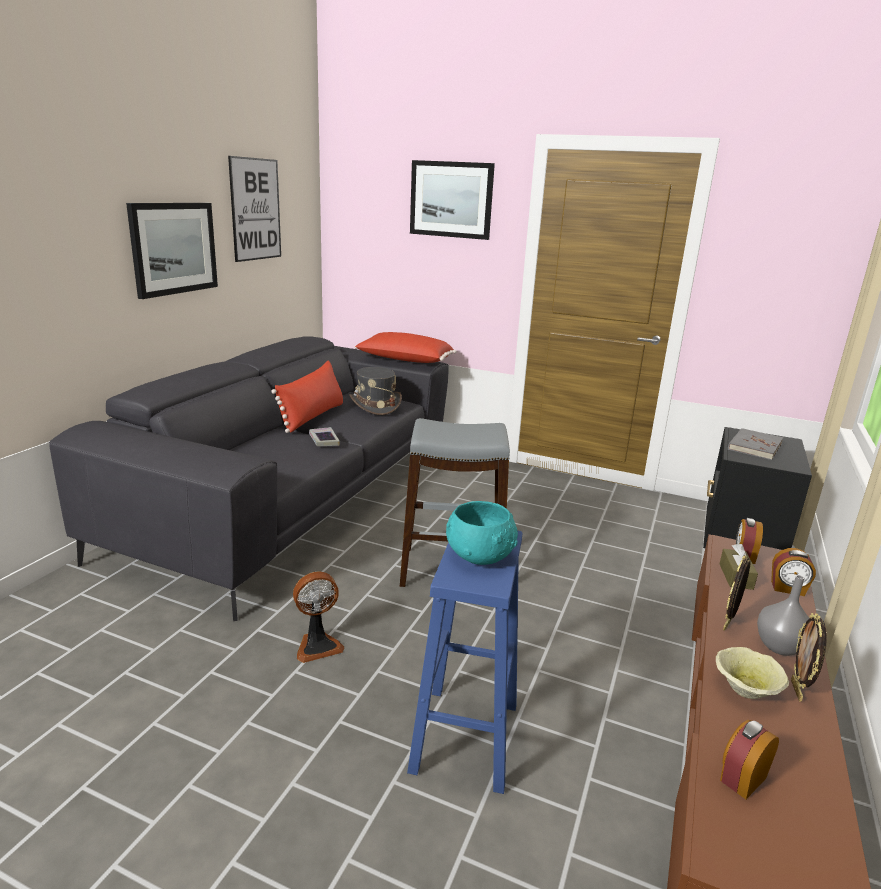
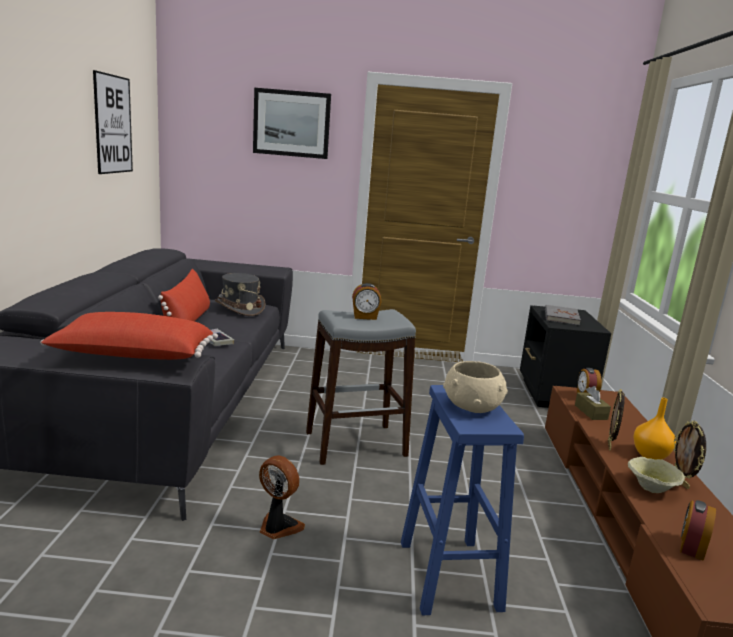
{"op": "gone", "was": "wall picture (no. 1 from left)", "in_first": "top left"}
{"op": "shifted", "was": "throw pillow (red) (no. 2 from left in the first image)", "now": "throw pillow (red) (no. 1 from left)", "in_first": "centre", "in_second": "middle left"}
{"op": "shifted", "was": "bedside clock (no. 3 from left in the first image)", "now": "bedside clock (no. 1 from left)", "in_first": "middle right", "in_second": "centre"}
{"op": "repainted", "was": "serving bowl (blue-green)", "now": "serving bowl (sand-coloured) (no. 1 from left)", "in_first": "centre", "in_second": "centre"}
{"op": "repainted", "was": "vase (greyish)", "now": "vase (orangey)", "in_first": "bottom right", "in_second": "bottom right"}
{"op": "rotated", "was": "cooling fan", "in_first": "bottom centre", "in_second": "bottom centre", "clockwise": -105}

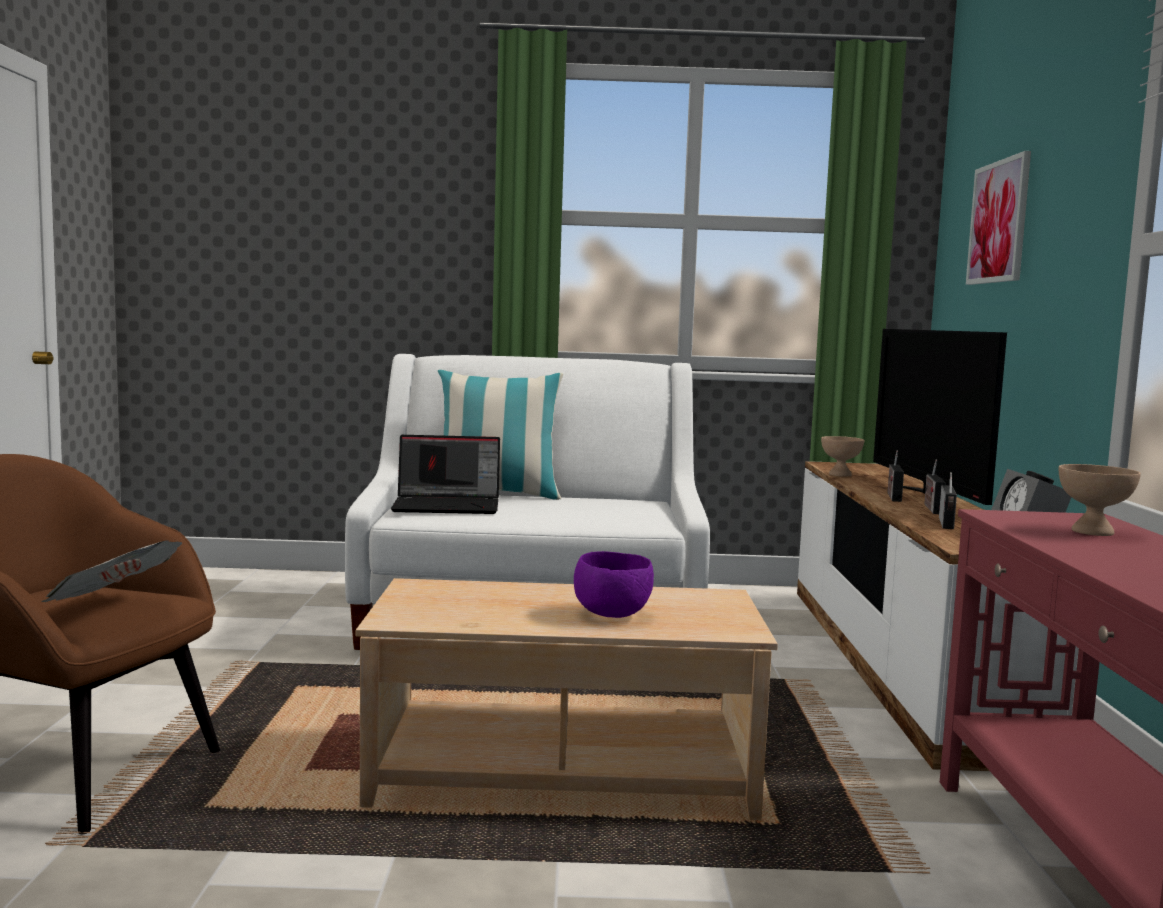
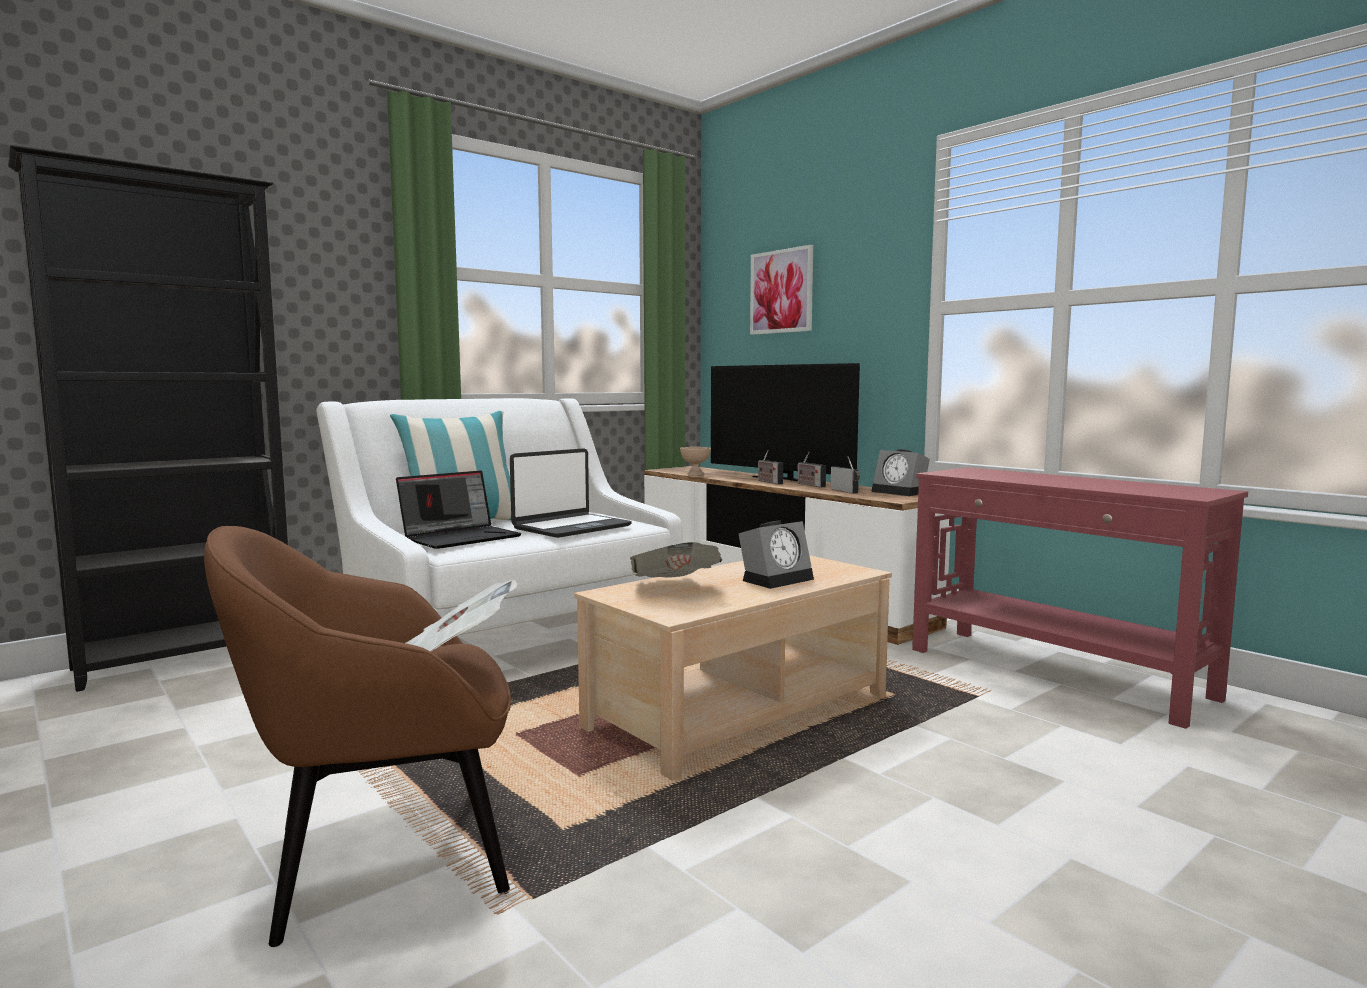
{"op": "gone", "was": "serving bowl (sand-coloured) (no. 2 from left)", "in_first": "middle right"}
{"op": "new", "now": "bookcase (blackish)", "in_second": "middle left"}
{"op": "new", "now": "notebook computer (no. 2 from left)", "in_second": "centre"}
{"op": "new", "now": "printed paper (no. 2 from left)", "in_second": "centre"}
{"op": "swapped", "was": "serving bowl (purplish)", "now": "bedside clock (no. 1 from left)", "in_first": "centre", "in_second": "centre"}

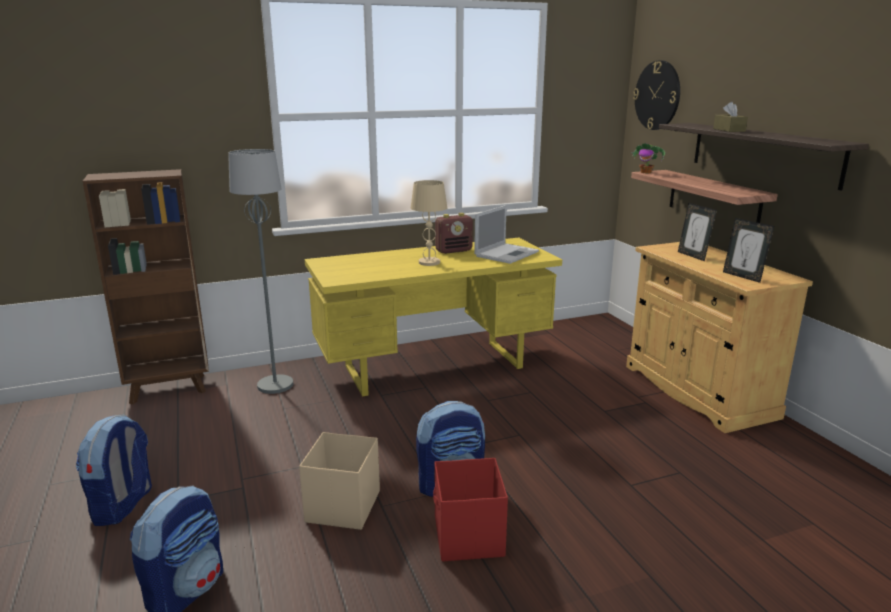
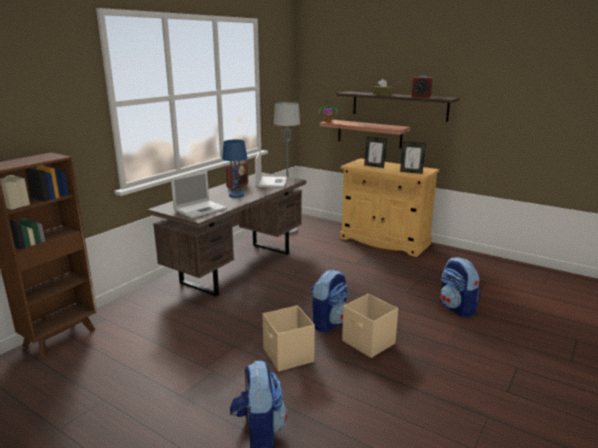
{"op": "gone", "was": "hanging clock", "in_first": "top right"}
{"op": "new", "now": "notebook computer (no. 1 from left)", "in_second": "middle left"}
{"op": "new", "now": "bedside clock", "in_second": "top right"}
{"op": "shifted", "was": "rucksack (no. 1 from left in the first image)", "now": "rucksack (no. 3 from left)", "in_first": "bottom left", "in_second": "middle right"}
{"op": "shifted", "was": "standing lamp (greyish)", "in_first": "middle left", "in_second": "centre"}
{"op": "repainted", "was": "desk (yellowish)", "now": "desk (brown-coloured)", "in_first": "centre", "in_second": "centre"}
{"op": "repainted", "was": "table lamp (sand-coloured)", "now": "table lamp (blue-coloured)", "in_first": "centre", "in_second": "centre"}
{"op": "repainted", "was": "storage bin (red)", "now": "storage bin (sand-coloured) (no. 2 from left)", "in_first": "bottom centre", "in_second": "bottom centre"}

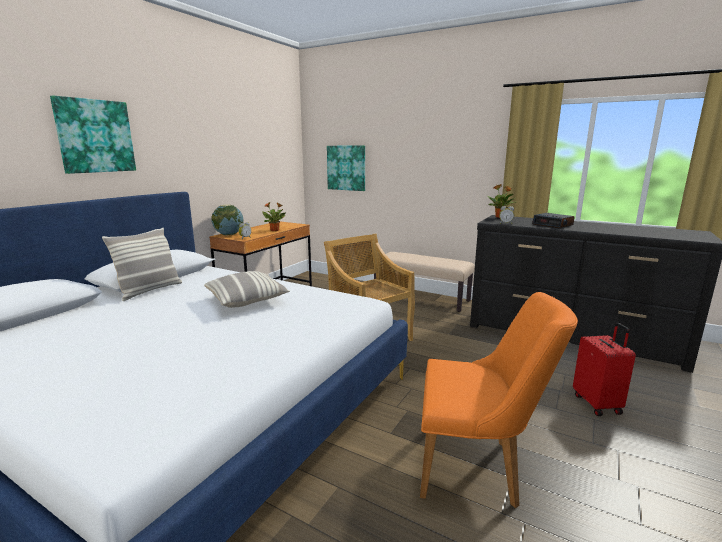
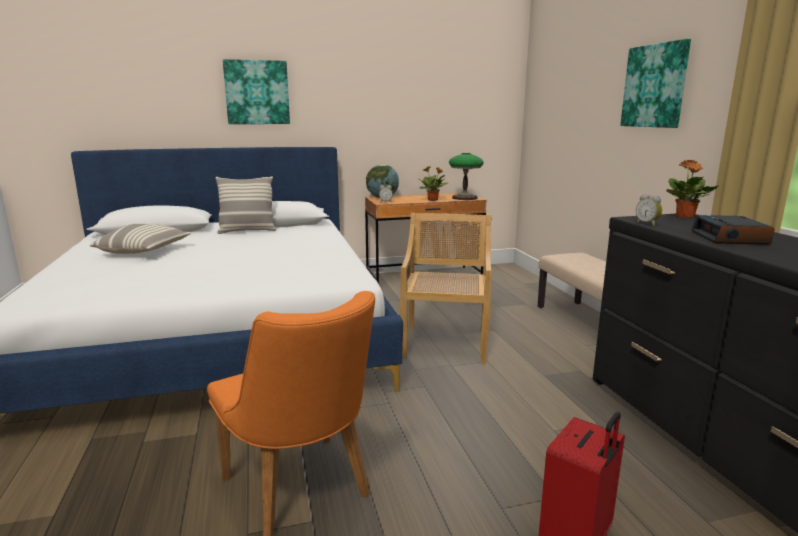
{"op": "new", "now": "table lamp", "in_second": "top centre"}
{"op": "shifted", "was": "throw pillow (no. 2 from left in the first image)", "now": "throw pillow (no. 1 from left)", "in_first": "centre", "in_second": "middle left"}
{"op": "shifted", "was": "wall picture (no. 2 from left)", "in_first": "top centre", "in_second": "top right"}

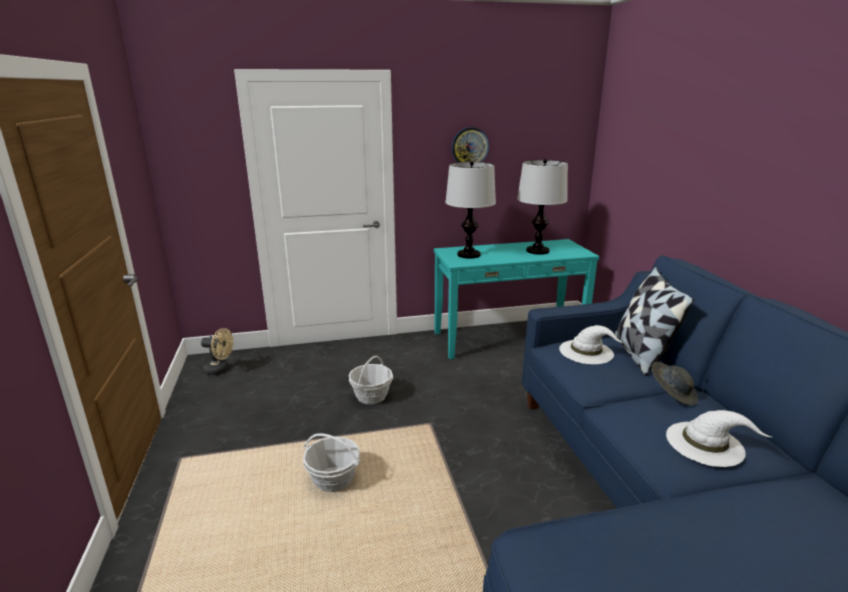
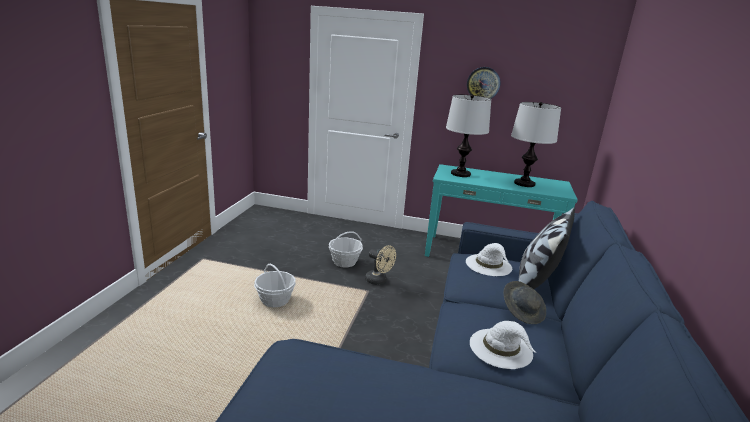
{"op": "shifted", "was": "cooling fan (sand-coloured)", "in_first": "middle left", "in_second": "centre"}

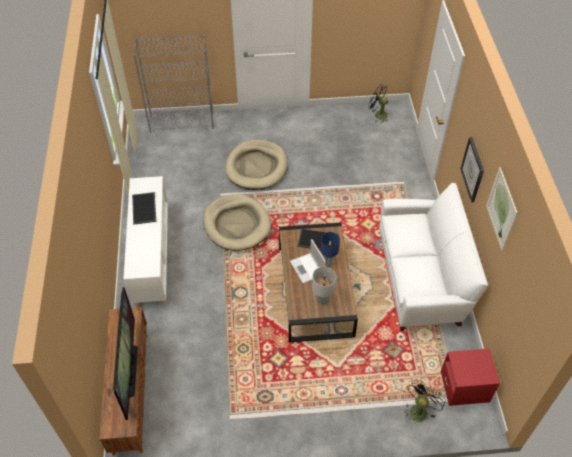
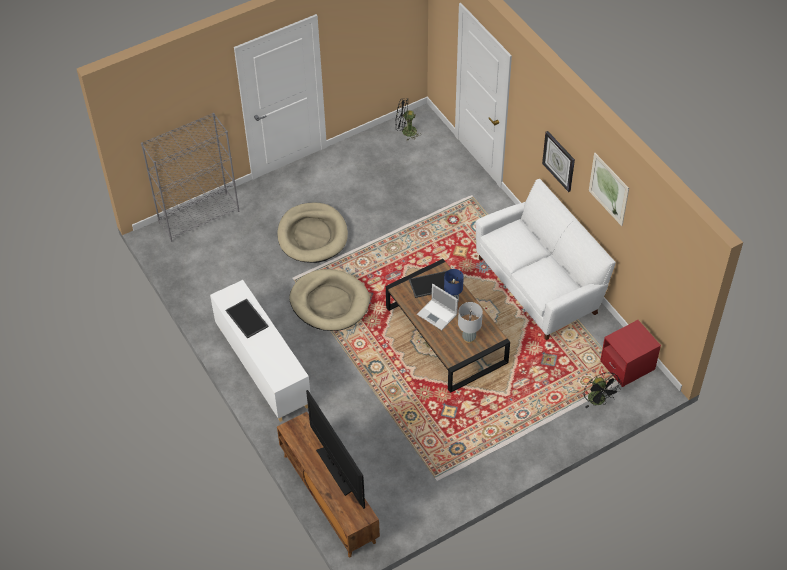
{"op": "rotated", "was": "cooling fan (blackish) (no. 2 from left)", "in_first": "bottom right", "in_second": "bottom right", "clockwise": 150}

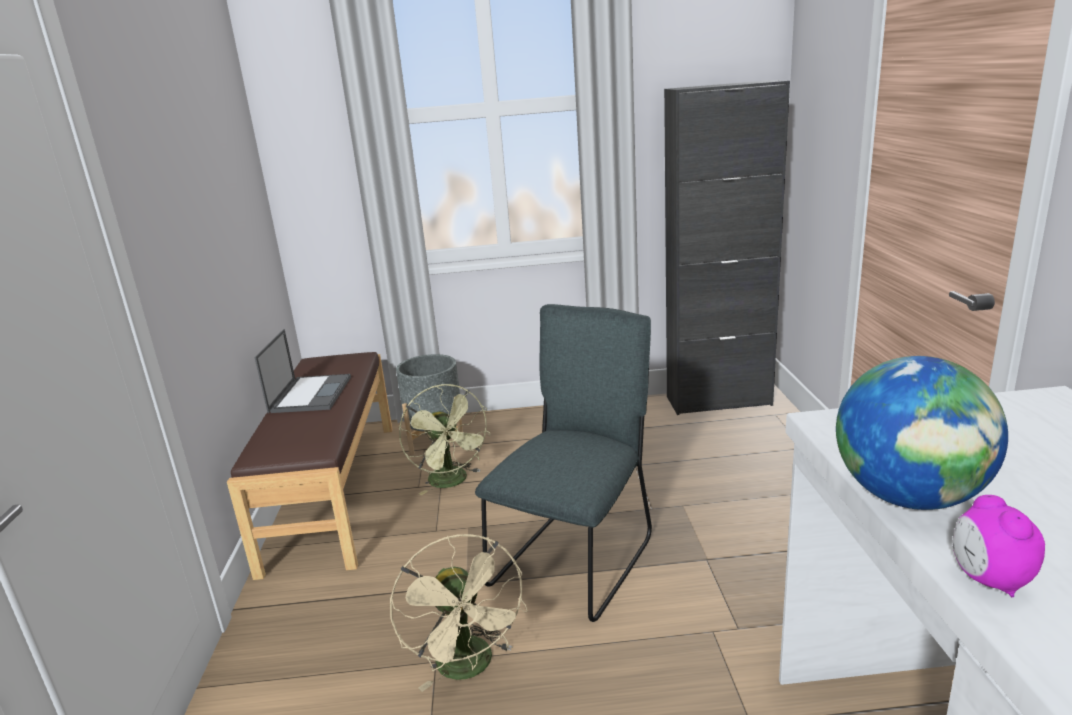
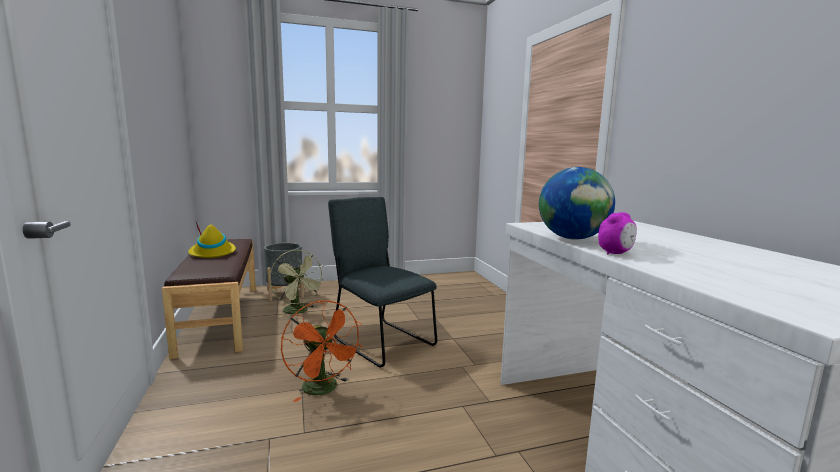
{"op": "gone", "was": "cabinet (blackish)", "in_first": "middle right"}
{"op": "swapped", "was": "notebook computer", "now": "clothing hat (yellowish)", "in_first": "middle left", "in_second": "middle left"}
{"op": "repainted", "was": "cooling fan (sand-coloured)", "now": "cooling fan (orangey)", "in_first": "bottom centre", "in_second": "bottom centre"}
{"op": "rotated", "was": "plain chair (greyish)", "in_first": "centre", "in_second": "centre", "clockwise": -60}
{"op": "rotated", "was": "bedside clock", "in_first": "bottom right", "in_second": "middle right", "clockwise": -105}

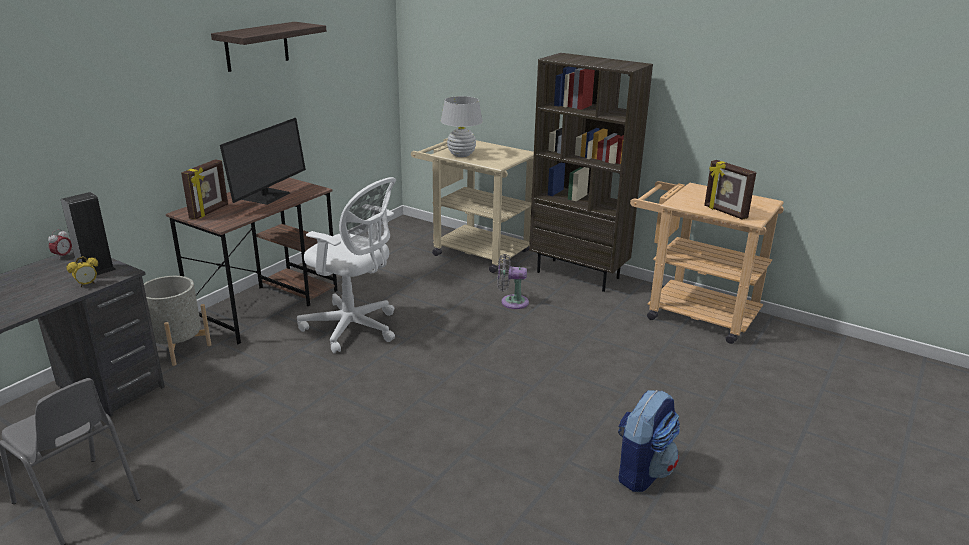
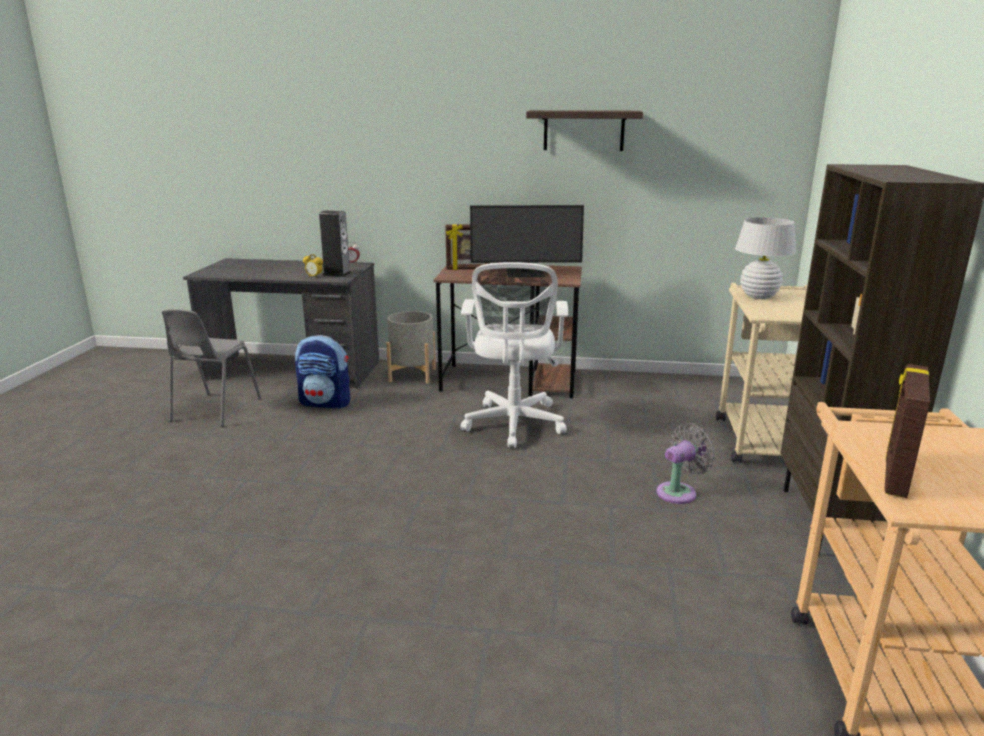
{"op": "shifted", "was": "rucksack", "in_first": "bottom right", "in_second": "middle left"}
{"op": "rotated", "was": "cooling fan (greyish)", "in_first": "centre", "in_second": "middle right", "clockwise": 75}

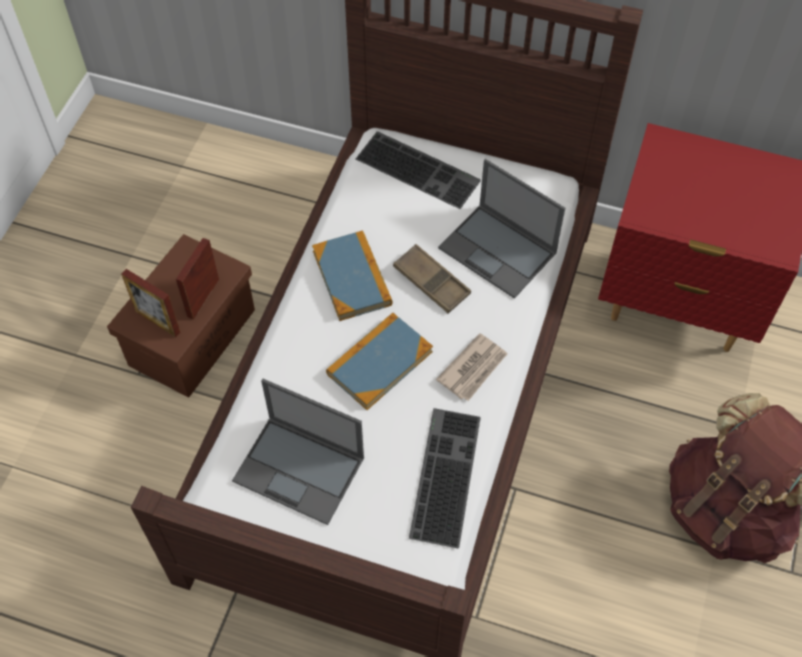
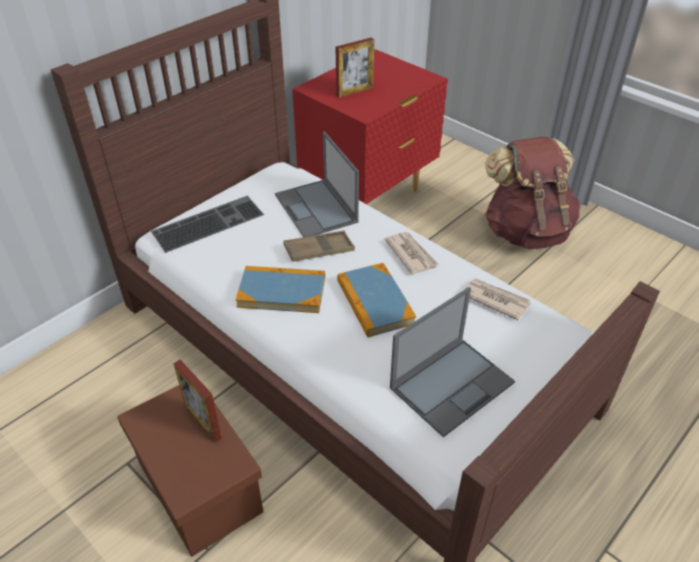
{"op": "shifted", "was": "photo frame (no. 1 from left in the first image)", "now": "photo frame (no. 2 from left)", "in_first": "middle left", "in_second": "top centre"}
{"op": "swapped", "was": "keyboard (no. 2 from left)", "now": "printed paper (no. 2 from left)", "in_first": "bottom centre", "in_second": "middle right"}
{"op": "rotated", "was": "notebook computer (no. 2 from left in the first image)", "in_first": "centre", "in_second": "top centre", "clockwise": 90}

